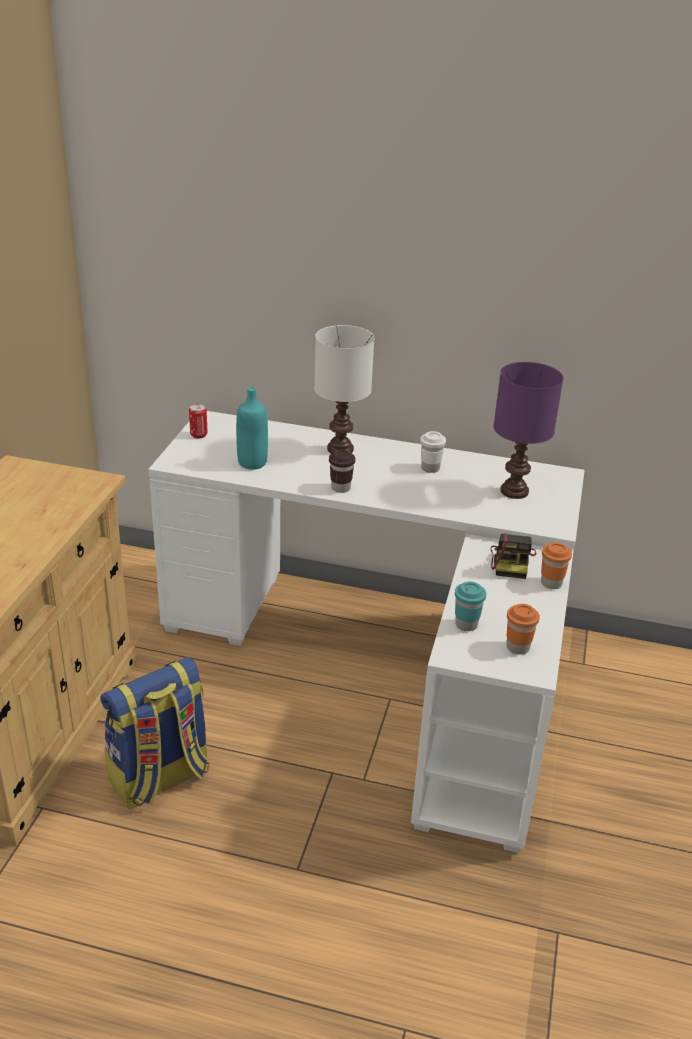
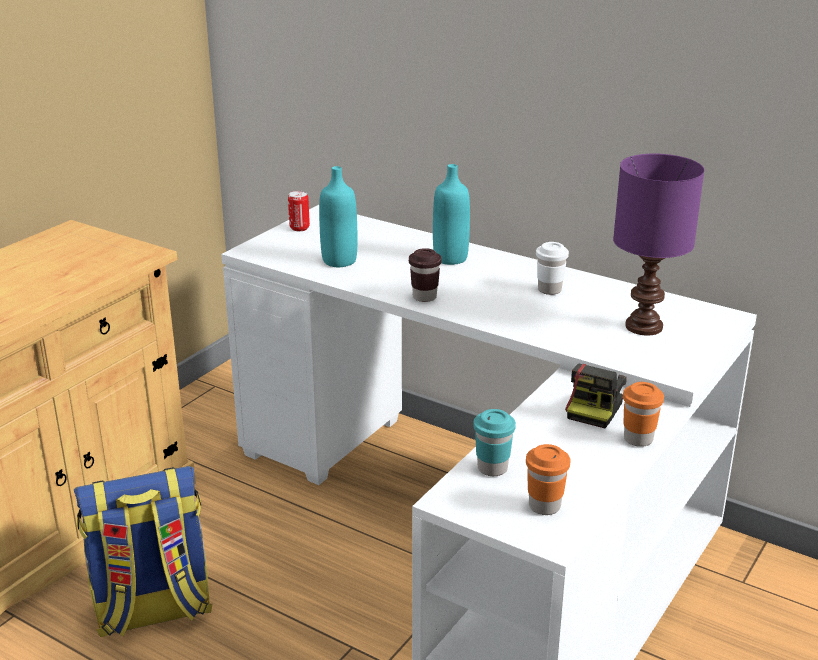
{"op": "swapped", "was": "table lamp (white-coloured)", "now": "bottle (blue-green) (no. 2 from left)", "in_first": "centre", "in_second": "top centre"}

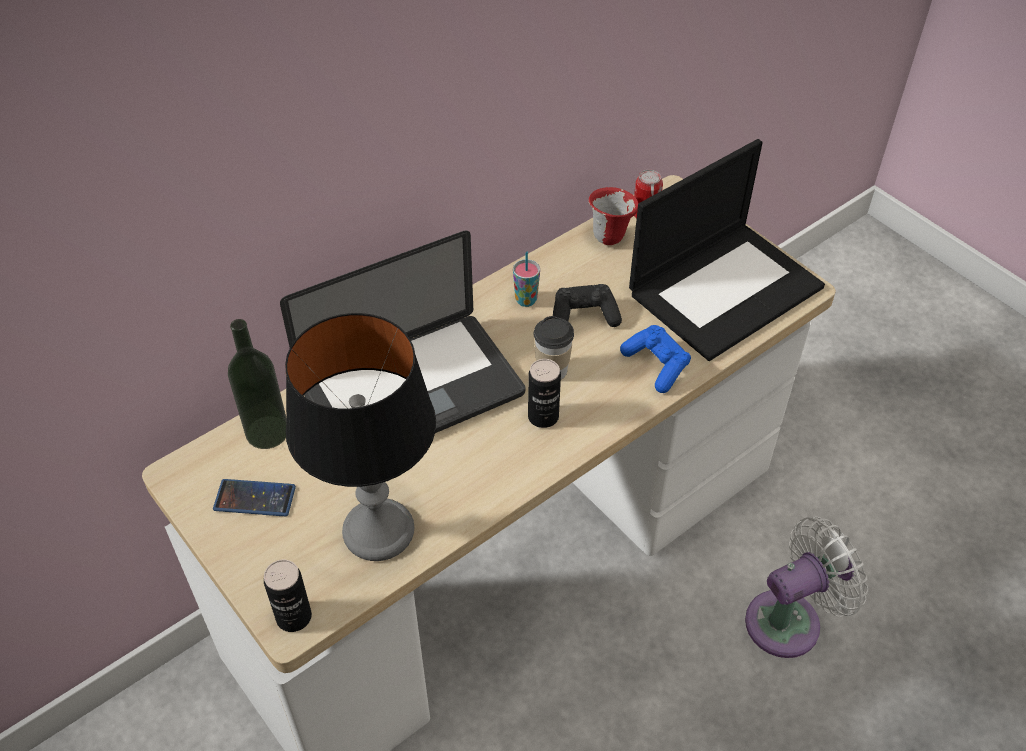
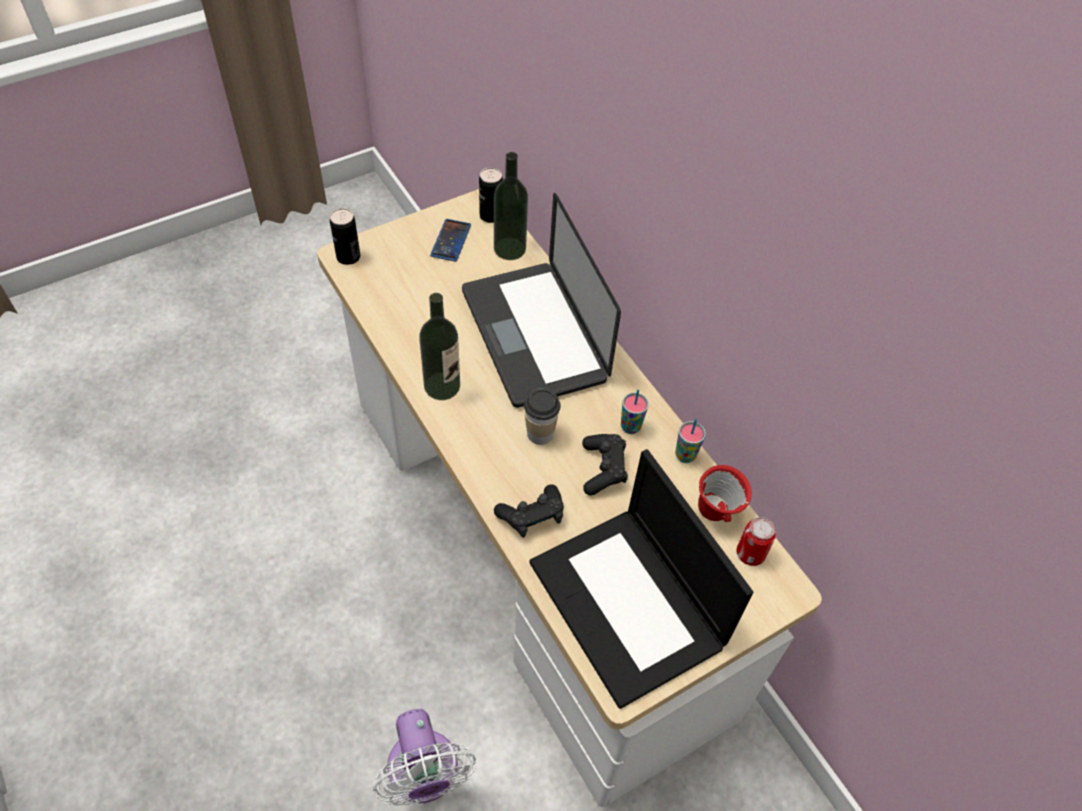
{"op": "gone", "was": "table lamp", "in_first": "centre"}
{"op": "new", "now": "bottle (no. 1 from left)", "in_second": "centre"}
{"op": "new", "now": "cup (no. 3 from left)", "in_second": "centre"}
{"op": "shifted", "was": "sealed can (no. 2 from left)", "in_first": "centre", "in_second": "top centre"}
{"op": "repainted", "was": "gamepad (blue-coloured)", "now": "gamepad (blackish) (no. 1 from left)", "in_first": "centre", "in_second": "centre"}

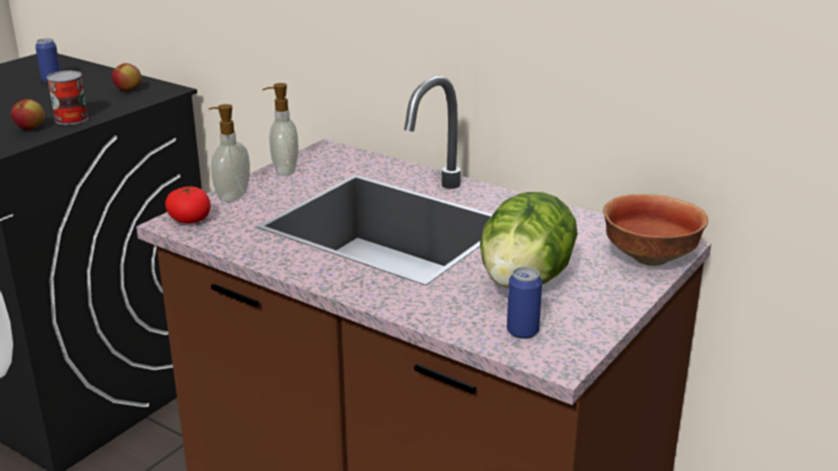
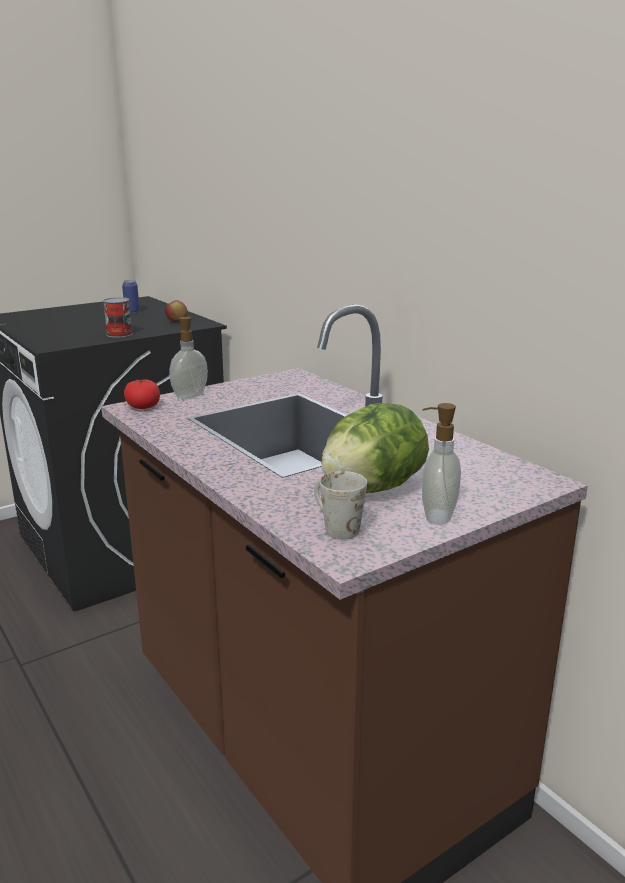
{"op": "gone", "was": "whole apple (no. 1 from left)", "in_first": "top left"}
{"op": "gone", "was": "serving bowl", "in_first": "middle right"}
{"op": "shifted", "was": "soap bottle (no. 2 from left)", "in_first": "top centre", "in_second": "middle right"}
{"op": "swapped", "was": "sealed can (no. 3 from left)", "now": "mug (white-coloured)", "in_first": "centre", "in_second": "centre"}

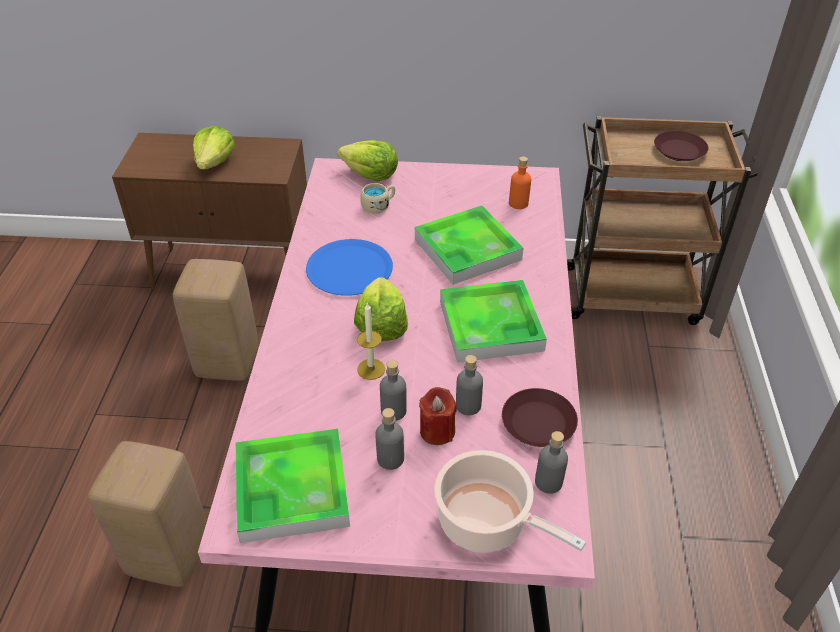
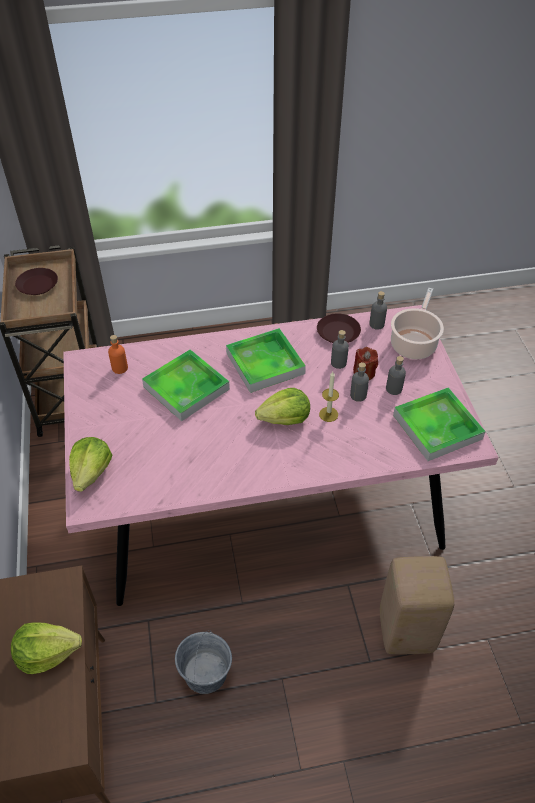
{"op": "gone", "was": "plate (blue-coloured)", "in_first": "centre"}
{"op": "gone", "was": "mug (sand-coloured)", "in_first": "top centre"}
{"op": "swapped", "was": "stool (sand-coloured) (no. 2 from left)", "now": "water bucket (greyish)", "in_first": "middle left", "in_second": "bottom centre"}

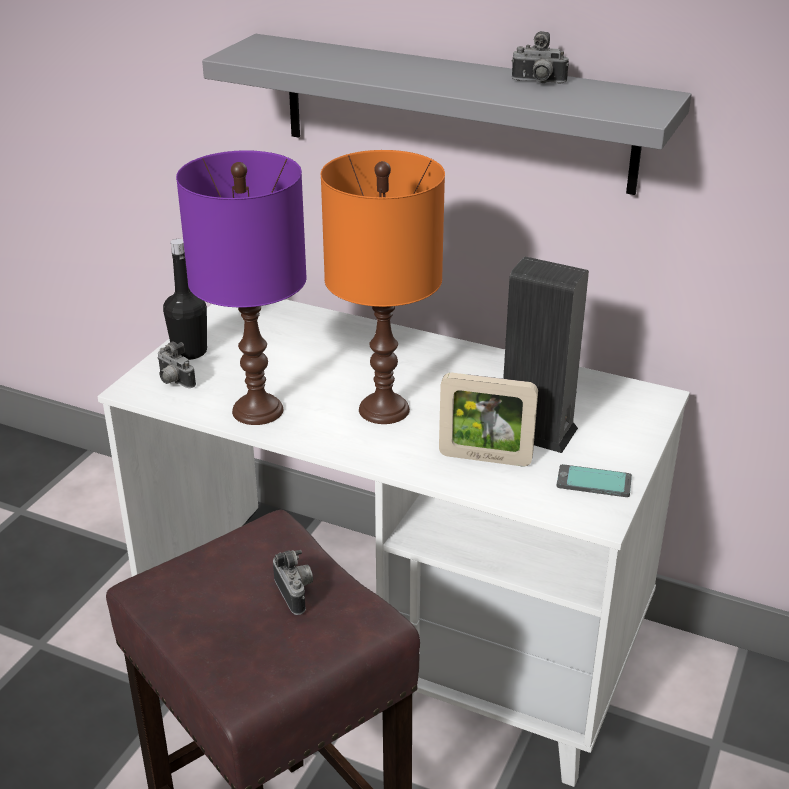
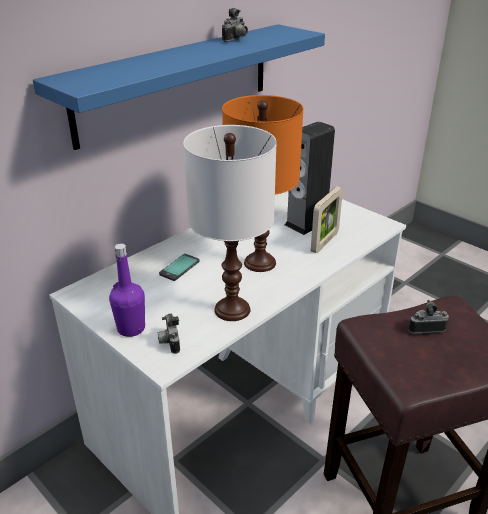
{"op": "shifted", "was": "handset", "in_first": "middle right", "in_second": "centre"}
{"op": "repainted", "was": "bottle (blackish)", "now": "bottle (purplish)", "in_first": "middle left", "in_second": "middle left"}
{"op": "repainted", "was": "table lamp (purplish)", "now": "table lamp (white-coloured)", "in_first": "middle left", "in_second": "centre"}
{"op": "repainted", "was": "wall shelf (greyish)", "now": "wall shelf (blue-coloured)", "in_first": "top centre", "in_second": "top centre"}
{"op": "rotated", "was": "still camera (no. 1 from left)", "in_first": "middle left", "in_second": "centre", "clockwise": 105}

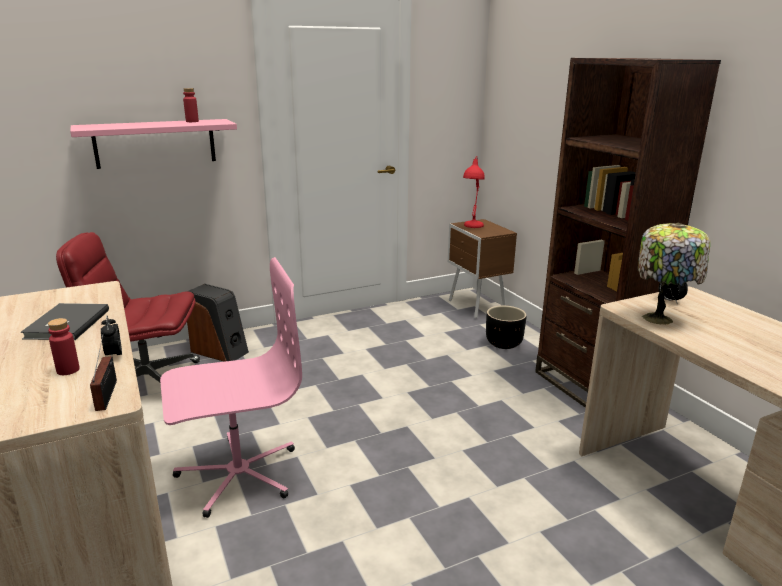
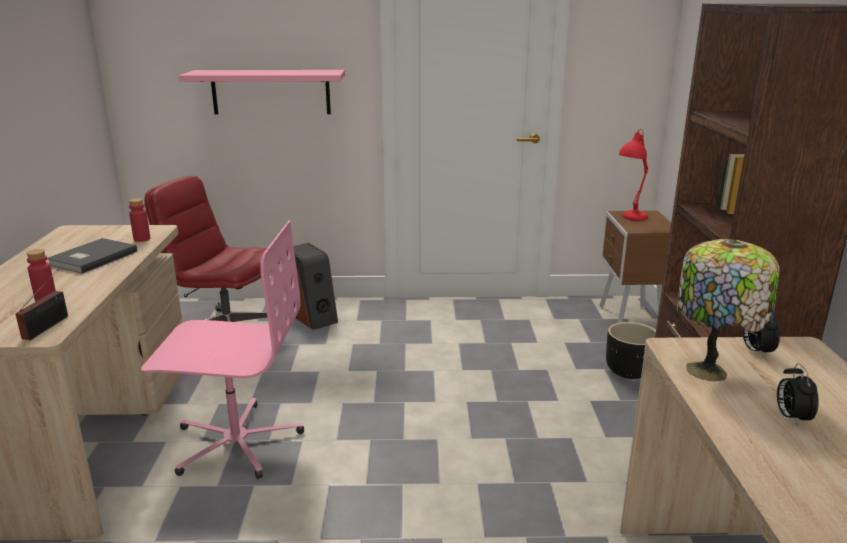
{"op": "shifted", "was": "bedside clock (no. 1 from left in the first image)", "now": "bedside clock (no. 2 from left)", "in_first": "middle left", "in_second": "bottom right"}
{"op": "shifted", "was": "bottle (red) (no. 2 from left)", "in_first": "top left", "in_second": "middle left"}

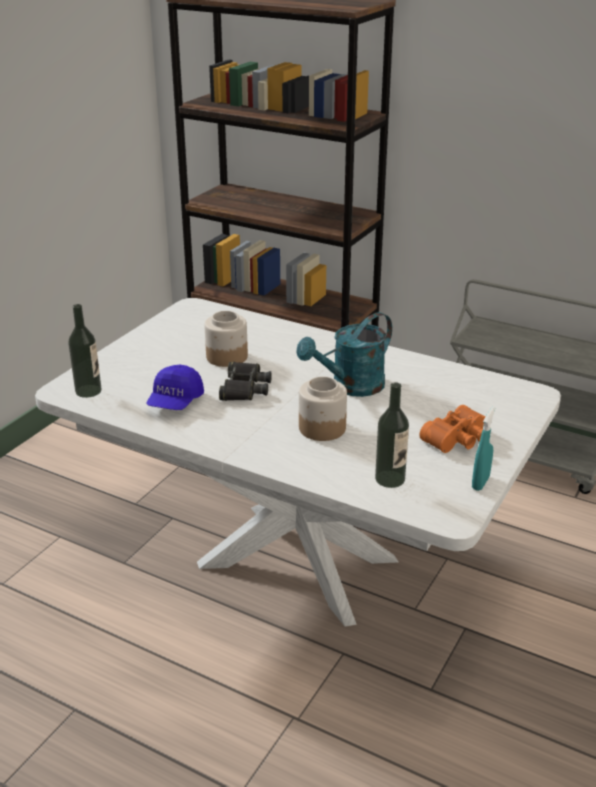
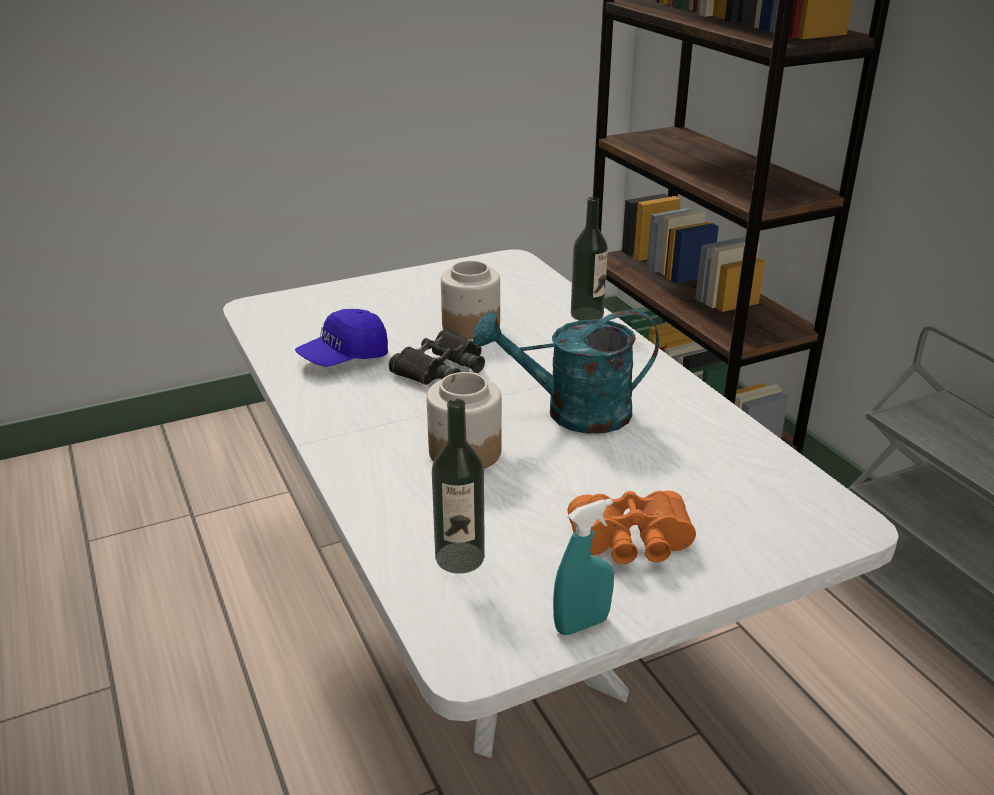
{"op": "shifted", "was": "bottle (no. 1 from left in the first image)", "now": "bottle (no. 2 from left)", "in_first": "middle left", "in_second": "top centre"}

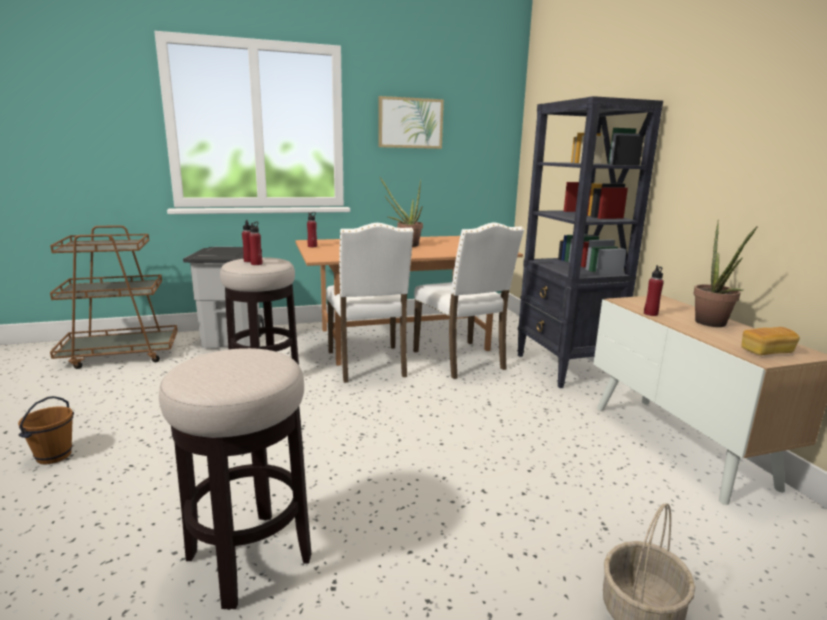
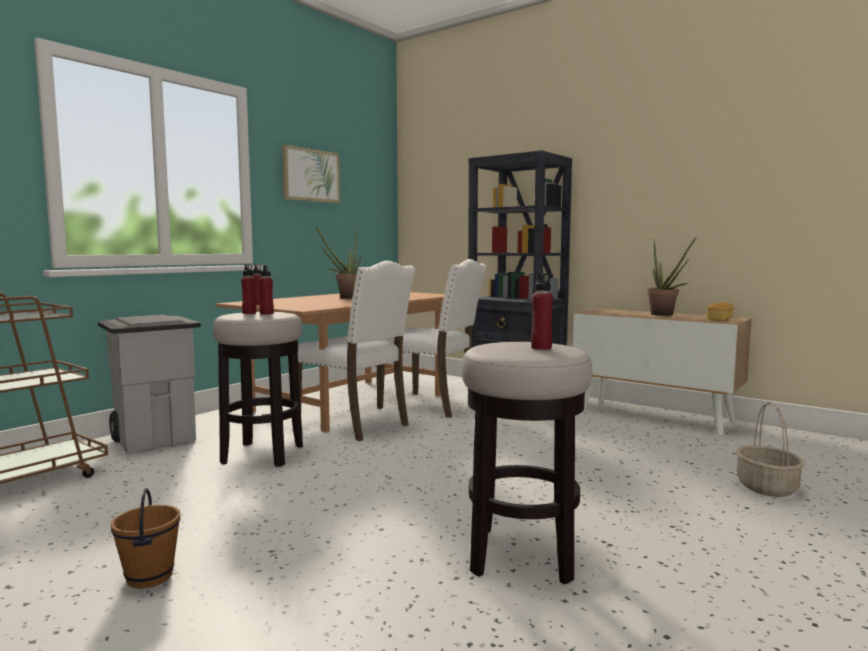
{"op": "shifted", "was": "bottle (red) (no. 4 from left)", "in_first": "middle right", "in_second": "centre"}

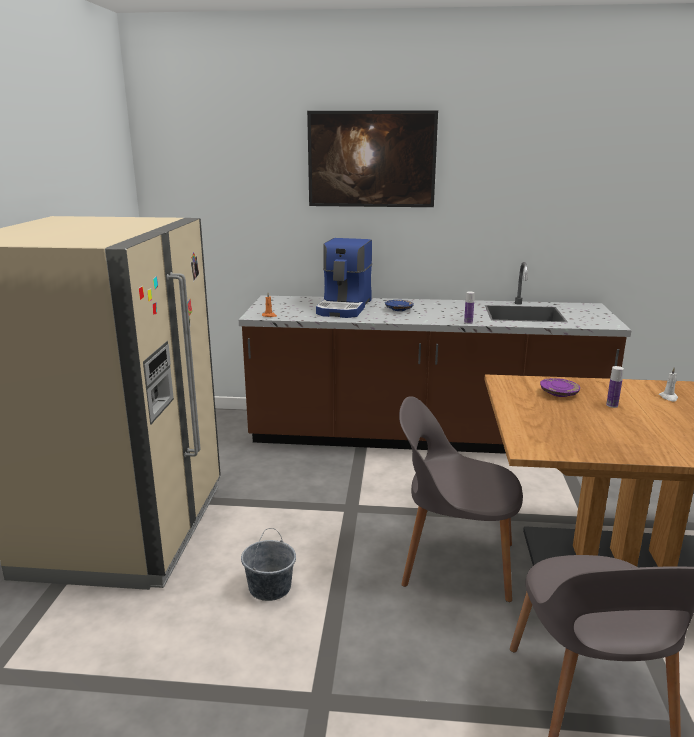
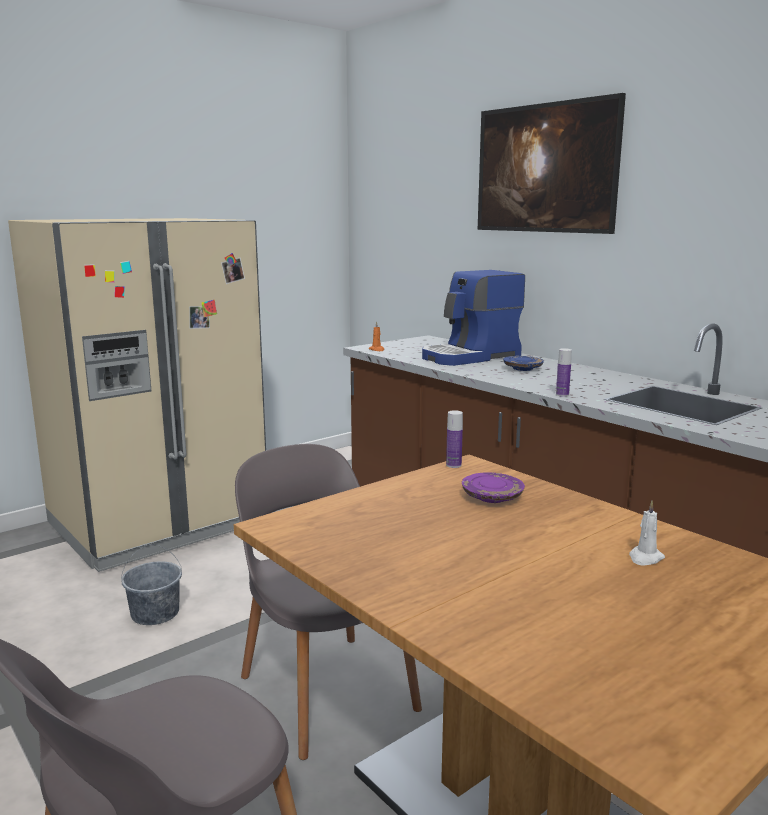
{"op": "shifted", "was": "bottle (no. 2 from left in the first image)", "now": "bottle (no. 1 from left)", "in_first": "middle right", "in_second": "centre"}

